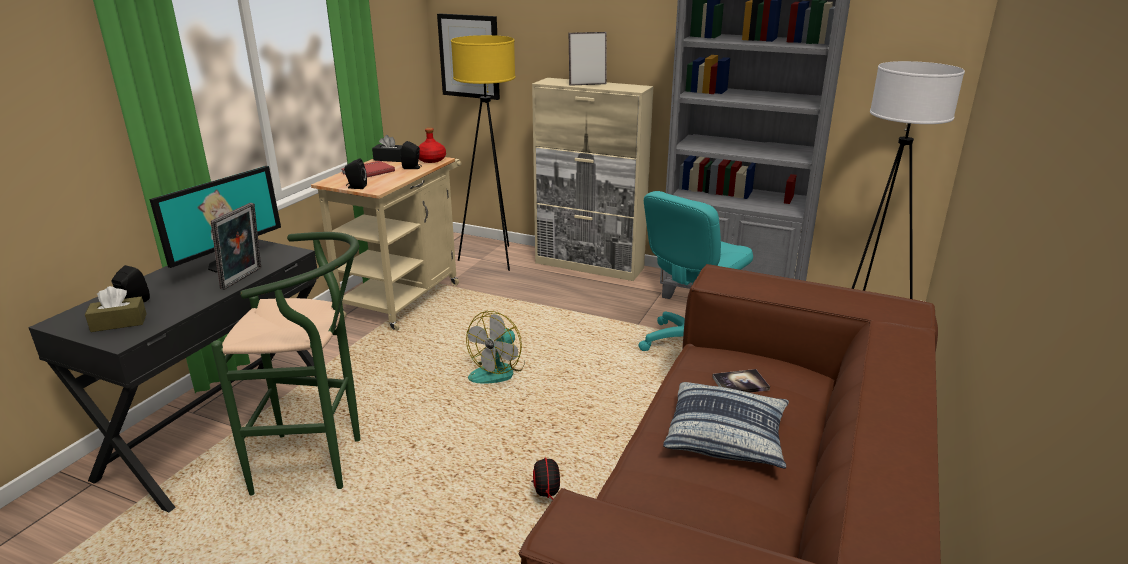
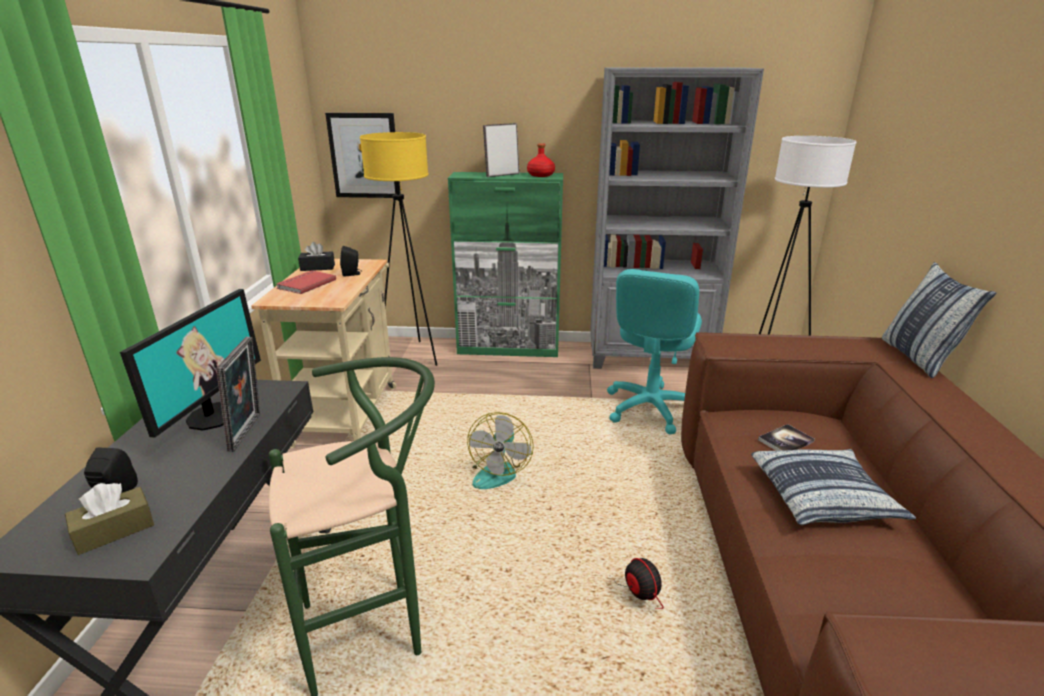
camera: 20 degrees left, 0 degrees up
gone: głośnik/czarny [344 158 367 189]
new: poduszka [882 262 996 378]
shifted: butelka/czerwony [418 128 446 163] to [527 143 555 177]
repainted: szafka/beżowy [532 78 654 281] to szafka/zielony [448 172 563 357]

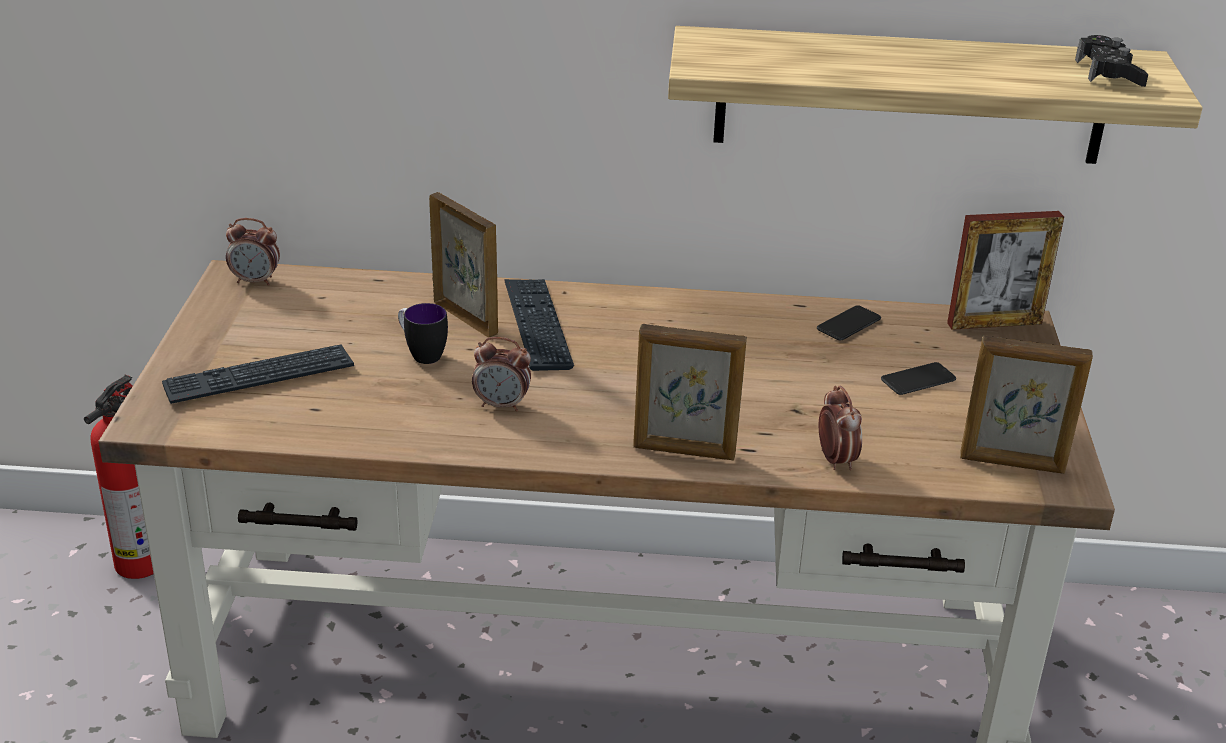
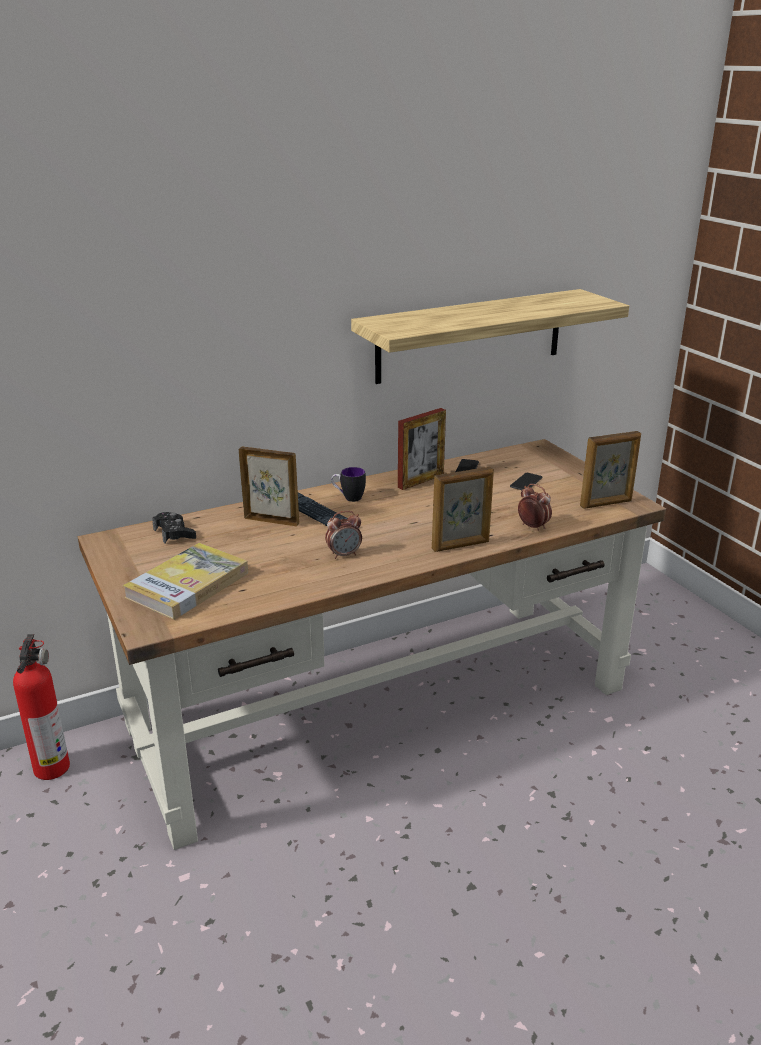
camera: 30 degrees left, 5 degrees down
gone: budzik [226 218 280 286]
shifted: kubek [398 303 448 364] to [331 467 366 502]; ramka na zdjęcie [947 211 1064 330] to [398 408 446 490]; pad do gier/czarny [1075 35 1148 87] to [152 512 196 543]
swapped: klawiatura [162 344 354 404] to książka [123 543 248 620]

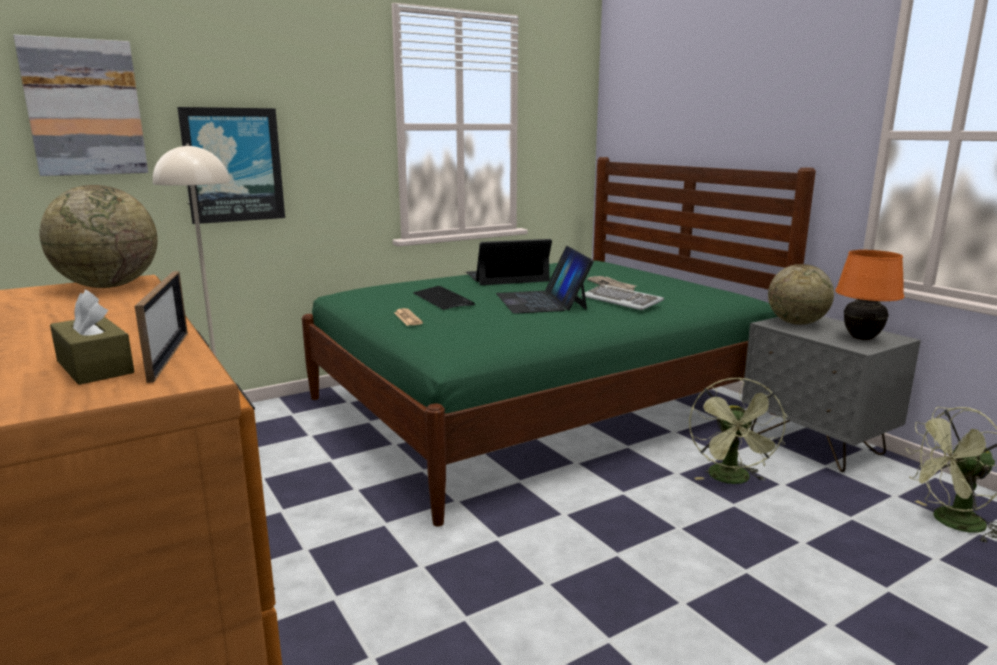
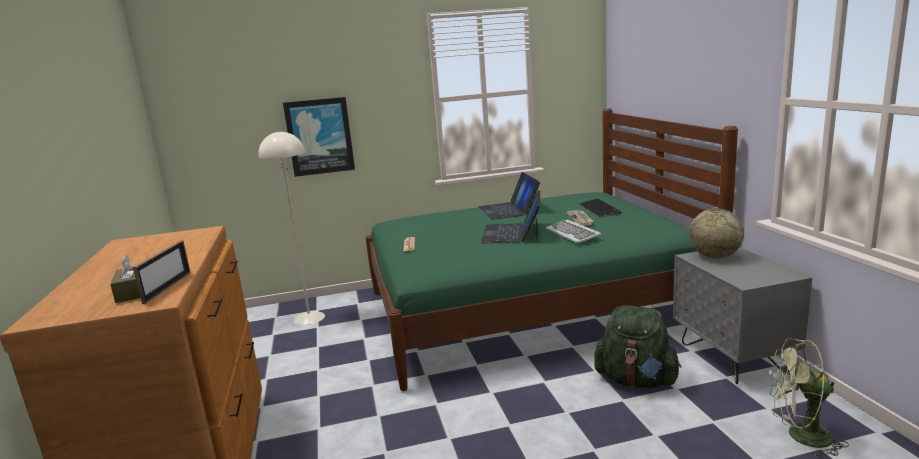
camera: 20 degrees right, 0 degrees up
gone: obraz [13 35 148 176]; globus [39 185 158 288]; lampa stołowa/pomarańczowy [835 250 904 340]
shifted: klawiatura [413 286 475 310] to [579 199 622 217]
swapped: wentylator/zielony [689 378 788 484] to plecak/zielony [594 305 681 388]
rotated: laptop [466 239 552 285] = [478 172 540 219] 105 degrees counterclockwise

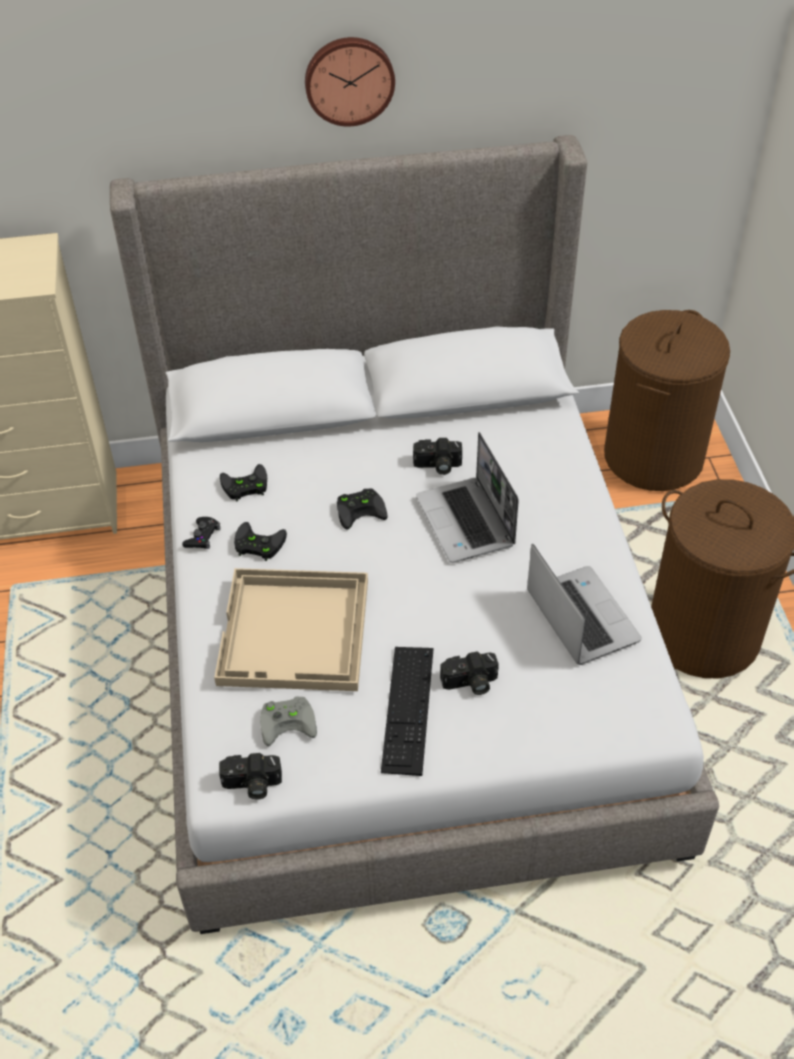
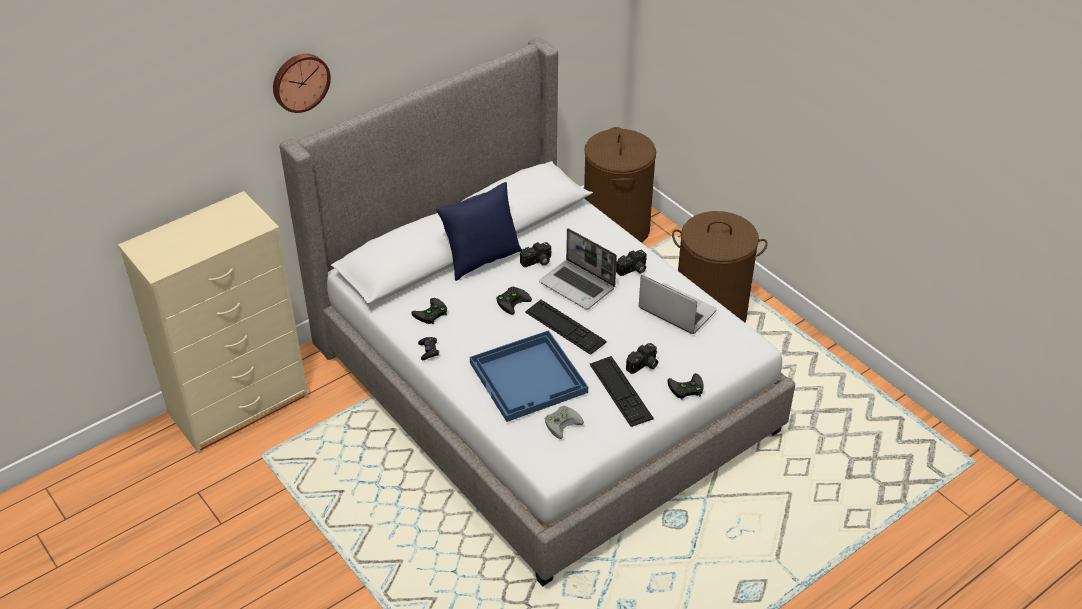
camera: 30 degrees left, 5 degrees down
new: poduszka/niebieski [436 182 522 281]; klawiatura [525 300 607 355]
shifted: aparat fotograficzny [219 753 282 799] to [616 250 647 276]; pad do gier/czarny [234 522 287 561] to [668 373 704 400]; zegar ścienny [305 37 395 127] to [273 54 331 113]
repainted: taca/beżowy [214 568 368 691] to taca/niebieski [470 330 588 422]

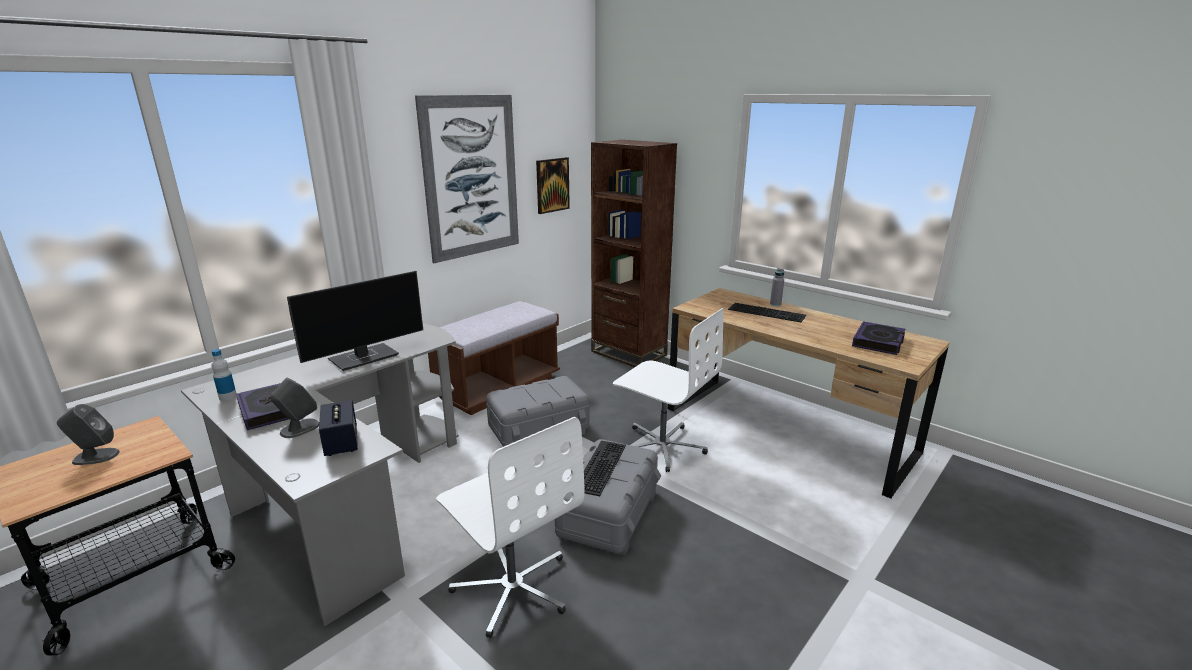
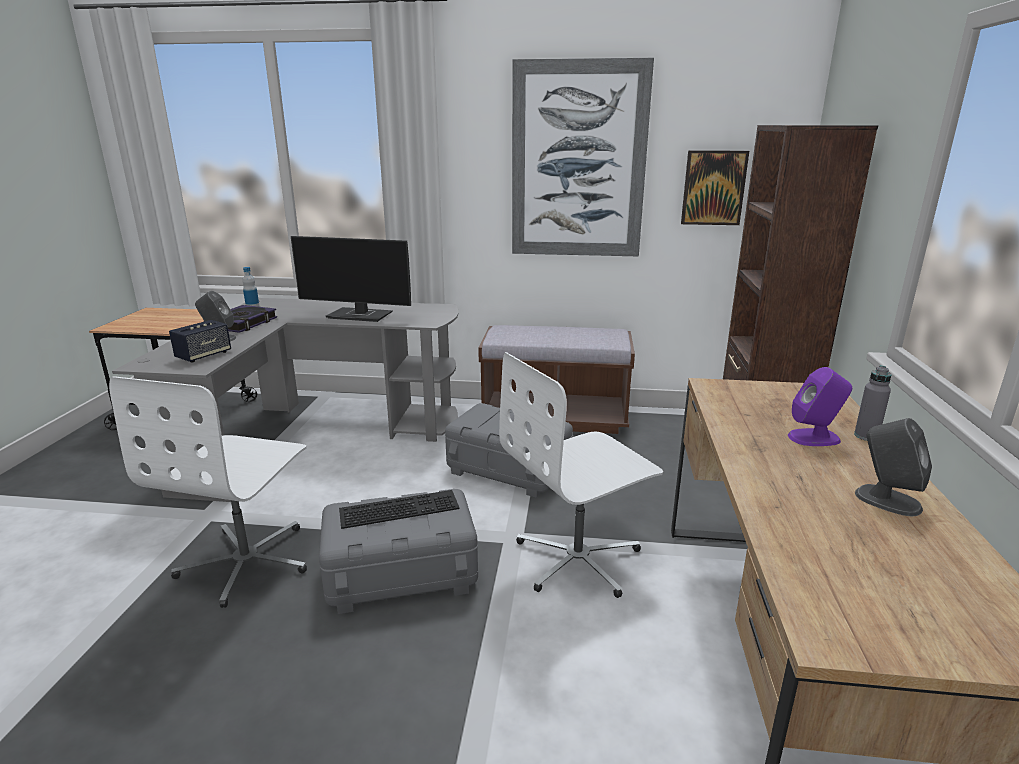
camera: 55 degrees right, 0 degrees up
gone: książka [852 321 905 355]
shifted: głośnik/szary [57 404 120 465] to [855 418 932 516]
swapped: klawiatura [728 303 806 322] to głośnik/fioletowy [788 367 852 446]
rotated: krzesło biurowe/biały [613 308 724 472] = [499 352 663 598] 60 degrees clockwise

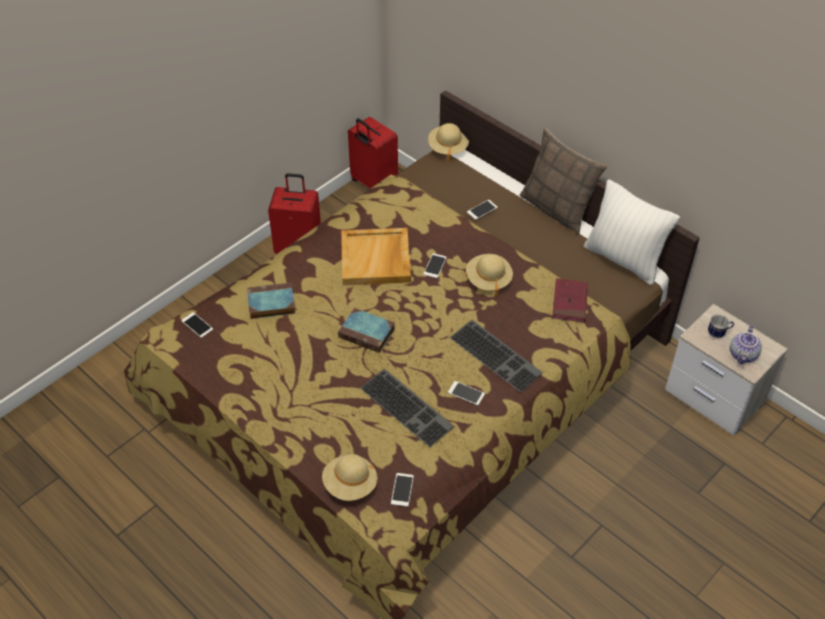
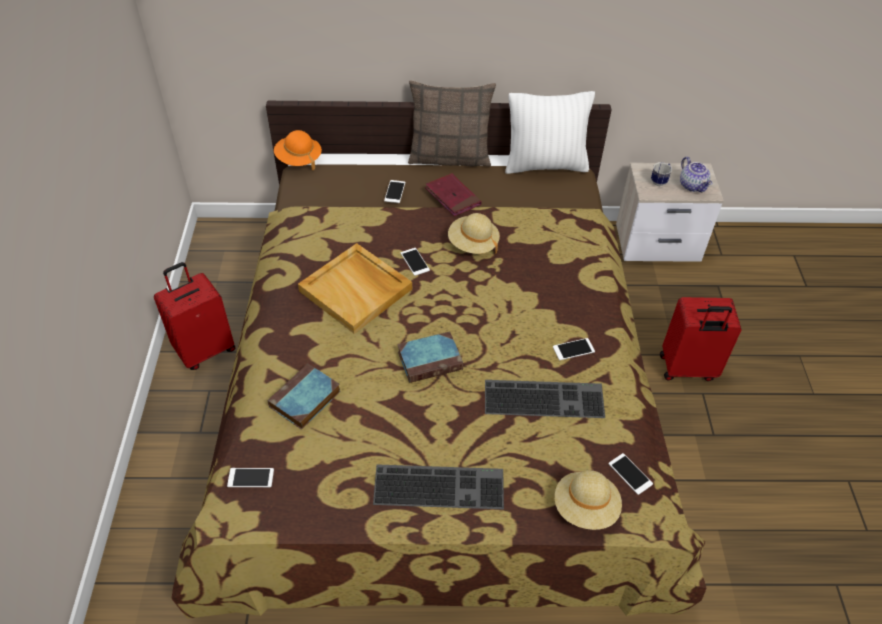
camera: 45 degrees left, 0 degrees up
shifted: walizka/czerwony [348 117 398 189] to [660 297 741 381]; klawiatura [450 320 543 392] to [373 464 504 509]; książka/czerwony [552 278 588 322] to [425 173 482 217]
repainted: kapelusz/beżowy [428 123 469 162] to kapelusz/pomarańczowy [274 130 322 170]

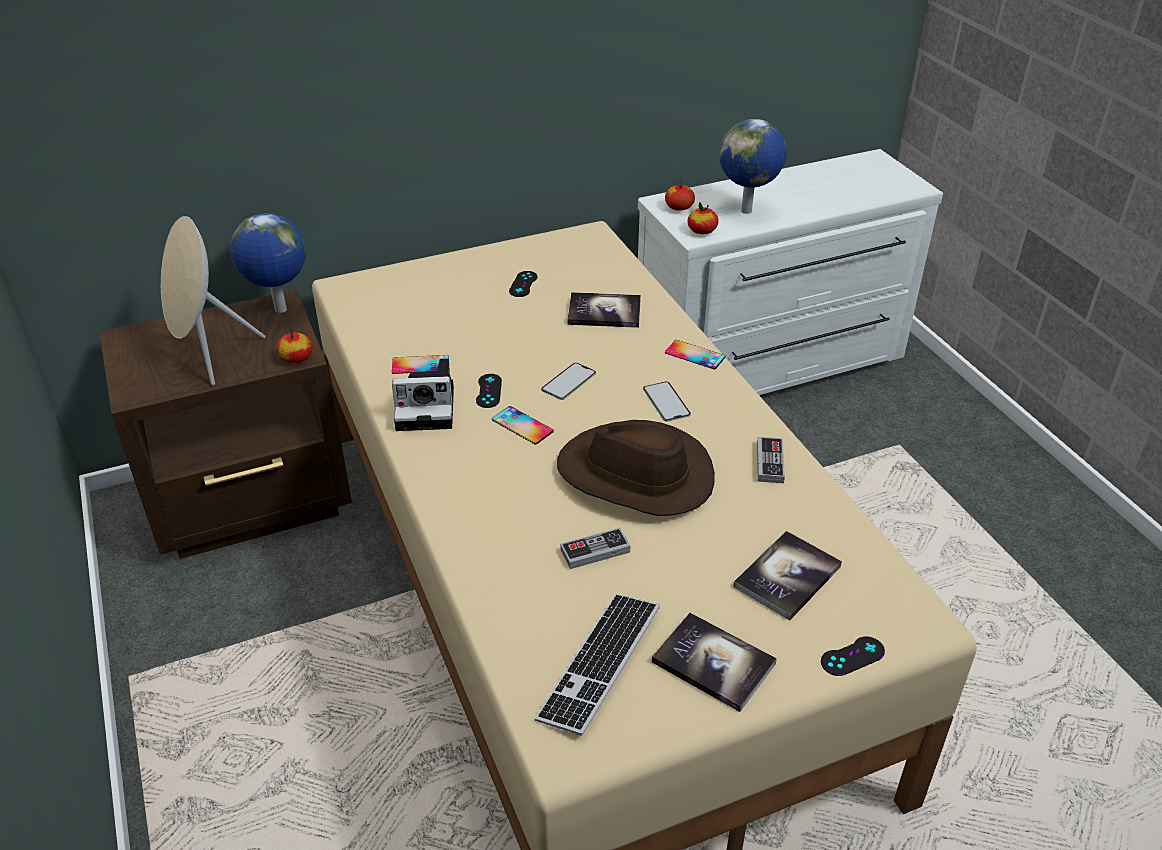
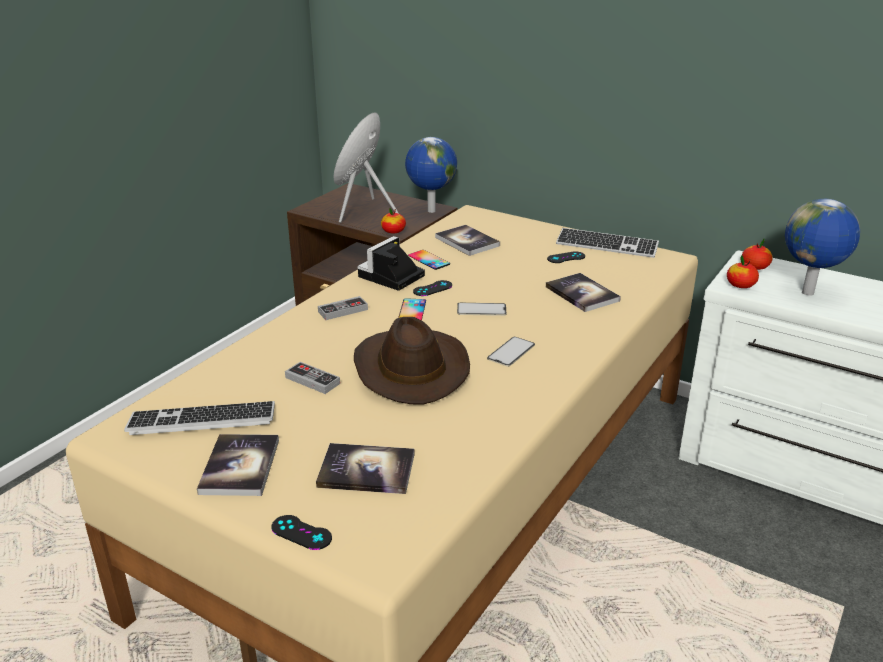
camera: 55 degrees right, 10 degrees down
gone: telefon [665 340 725 370]
new: książka [435 225 500 256]; klawiatura [556 228 659 258]
shifted: pad do gier [757 437 785 483] to [318 296 368 320]
rotated: aparat fotograficzny [392 358 454 431] = [358 236 425 291] 75 degrees clockwise

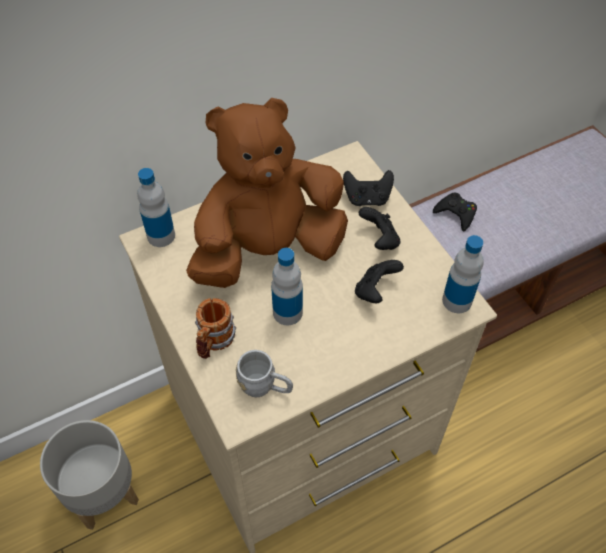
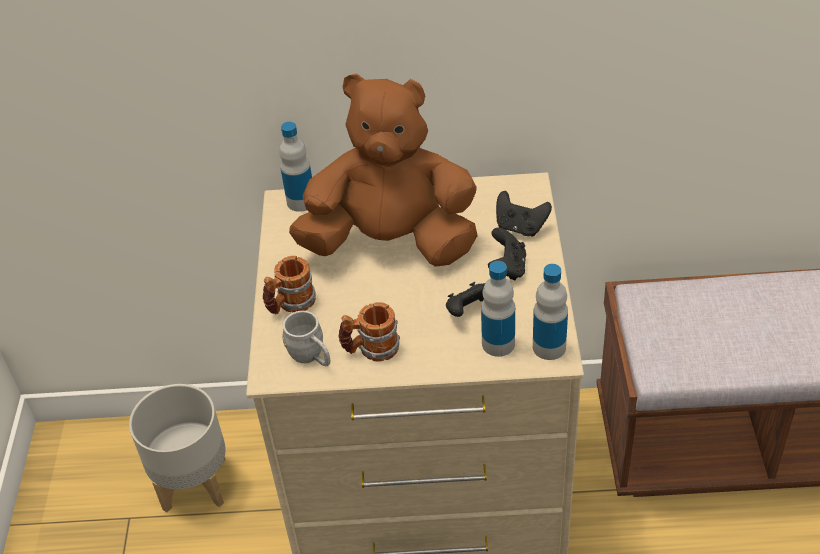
camera: 30 degrees right, 10 degrees down
gone: pad do gier/czarny [433 192 477 231]
new: kubek [339 302 400 362]
shifted: butelka [271 248 303 325] to [481 261 515 357]

